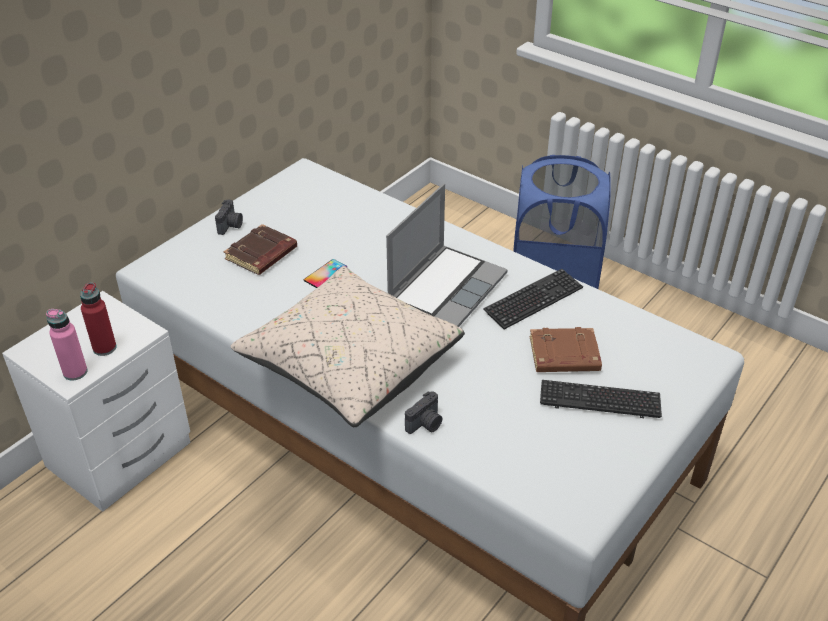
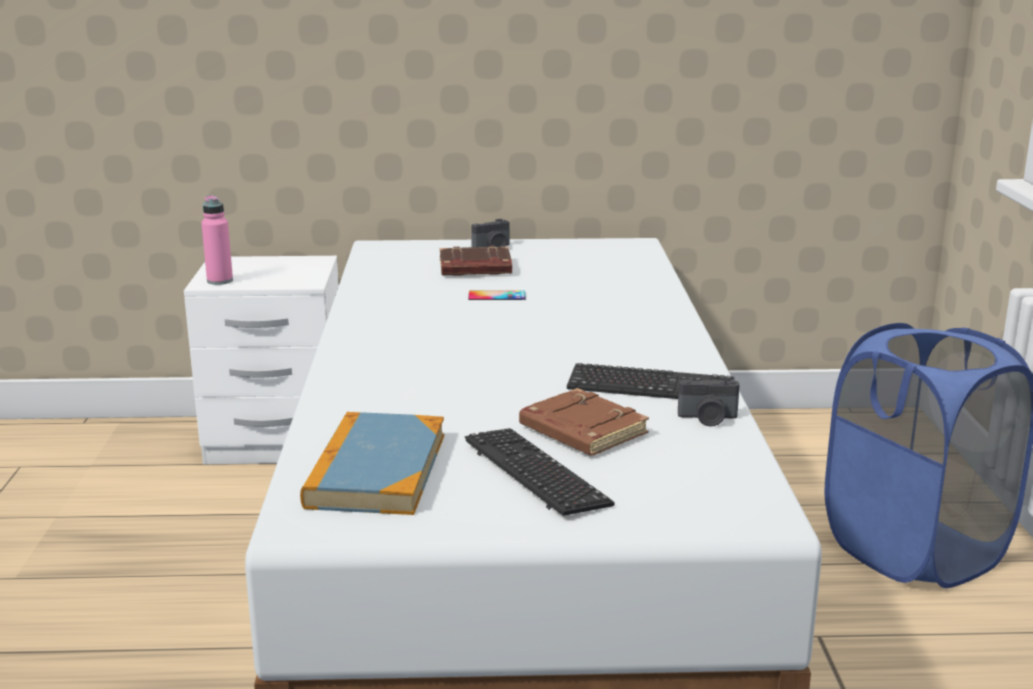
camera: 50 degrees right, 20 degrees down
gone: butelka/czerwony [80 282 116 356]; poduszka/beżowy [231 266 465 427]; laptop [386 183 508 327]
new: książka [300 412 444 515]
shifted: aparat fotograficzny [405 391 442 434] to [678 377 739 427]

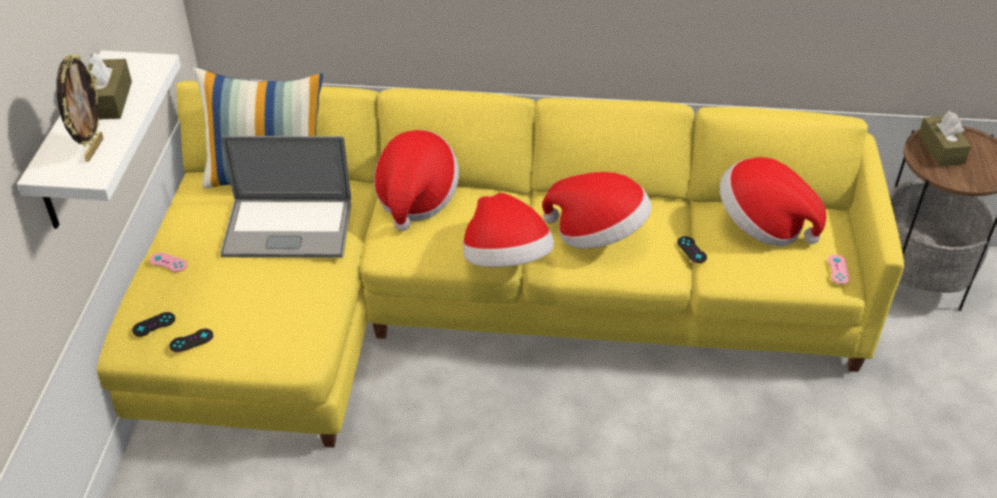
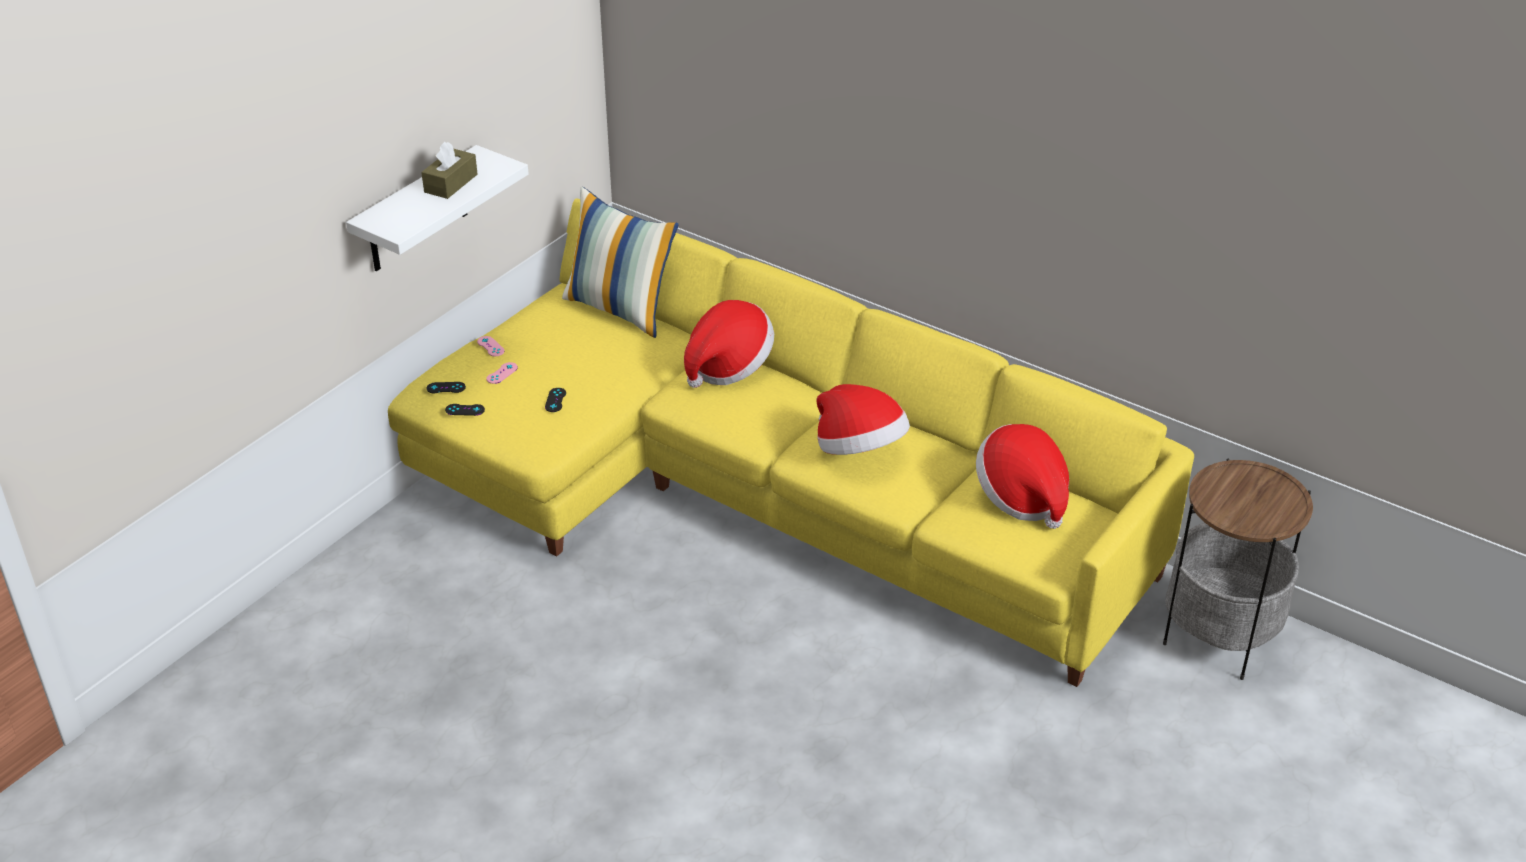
camera: 30 degrees right, 5 degrees down
gone: ramka na zdjęcie [56 53 103 162]; laptop [220 136 351 258]; kapelusz [463 193 554 267]; pudełko chusteczek/brązowy [918 111 971 166]
shifted: pad do gier/czarny [677 236 707 263] to [545 388 566 412]; pad do gier/różowy [828 255 849 284] to [486 362 518 384]

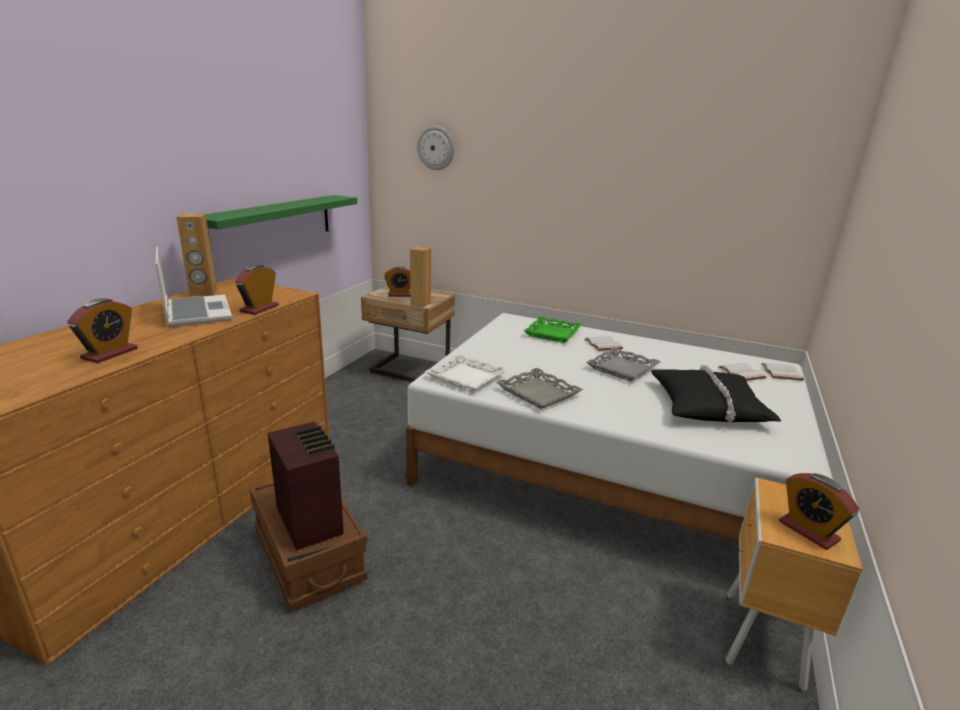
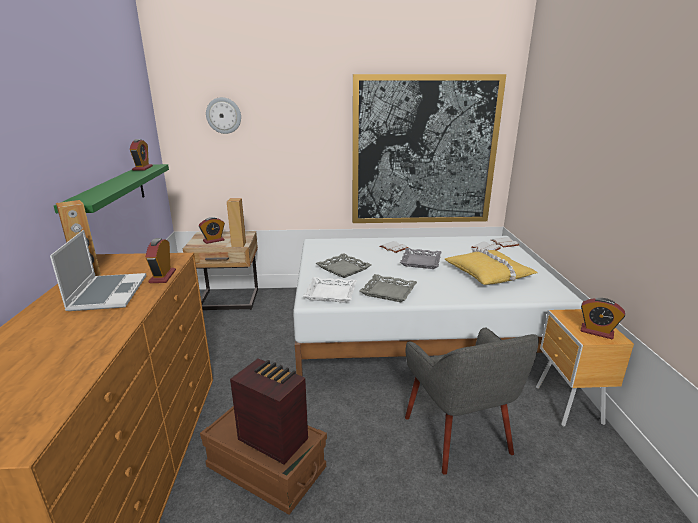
camera: 25 degrees left, 0 degrees up
gone: taca/zielony [524 316 582 343]
new: taca/szary [316 253 372 278]; obraz [352 74 506 223]; fotel/szary [405 327 539 475]
shifted: budzik [67 298 138 363] to [130 139 153 171]
repainted: poduszka/czarny [651 364 781 422] to poduszka/żółty [445 248 537 285]
rotated: laptop [155 247 232 327] = [50 230 146 311] 45 degrees clockwise

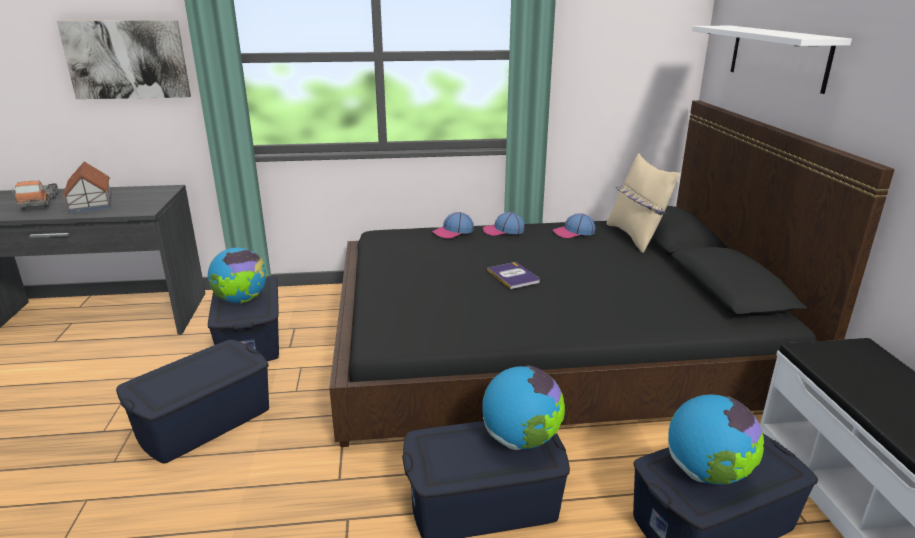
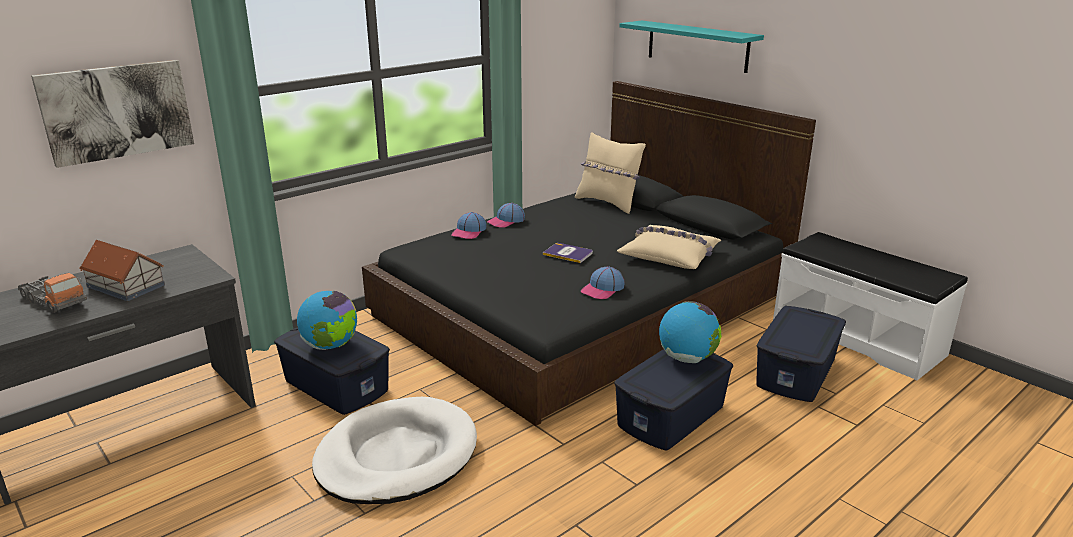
camera: 35 degrees left, 0 degrees up
gone: globus [668 395 764 485]
new: poduszka/beżowy [617 225 721 269]
shifted: czapka z daszkiem [552 213 595 238] to [581 267 625 299]
swapped: pojemnik do przechowywania/niebieski [116 340 269 464] to legowisko/biały [312 397 477 504]
repainted: półka/biały [692 26 852 94] to półka/turkusowy [619 21 764 73]

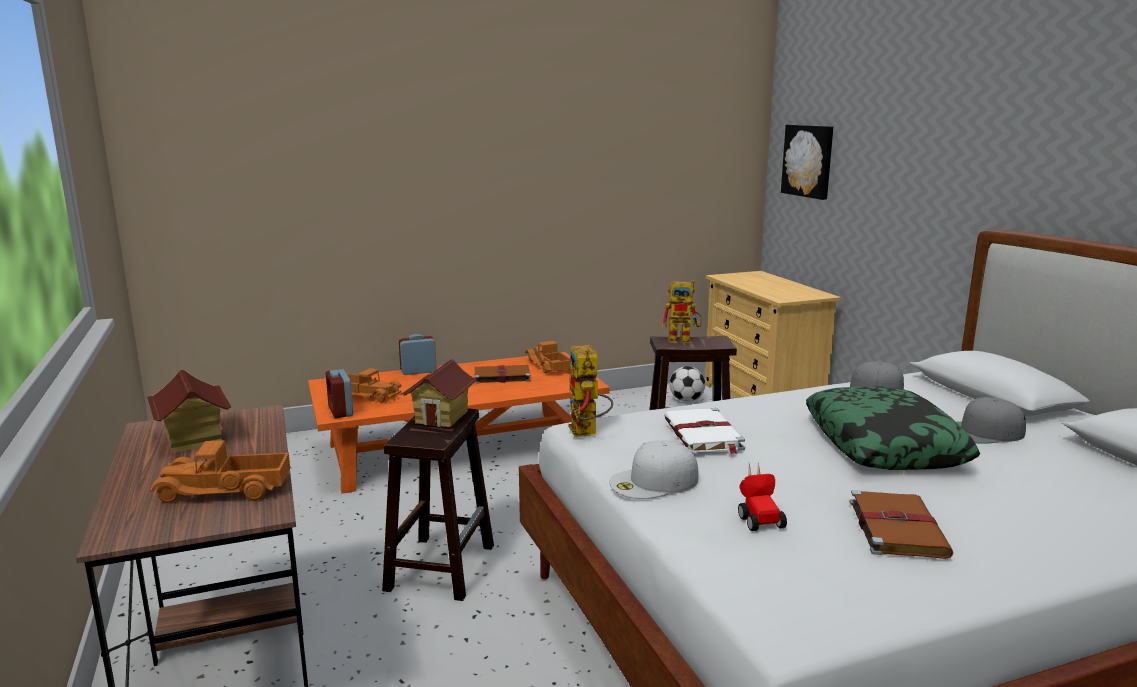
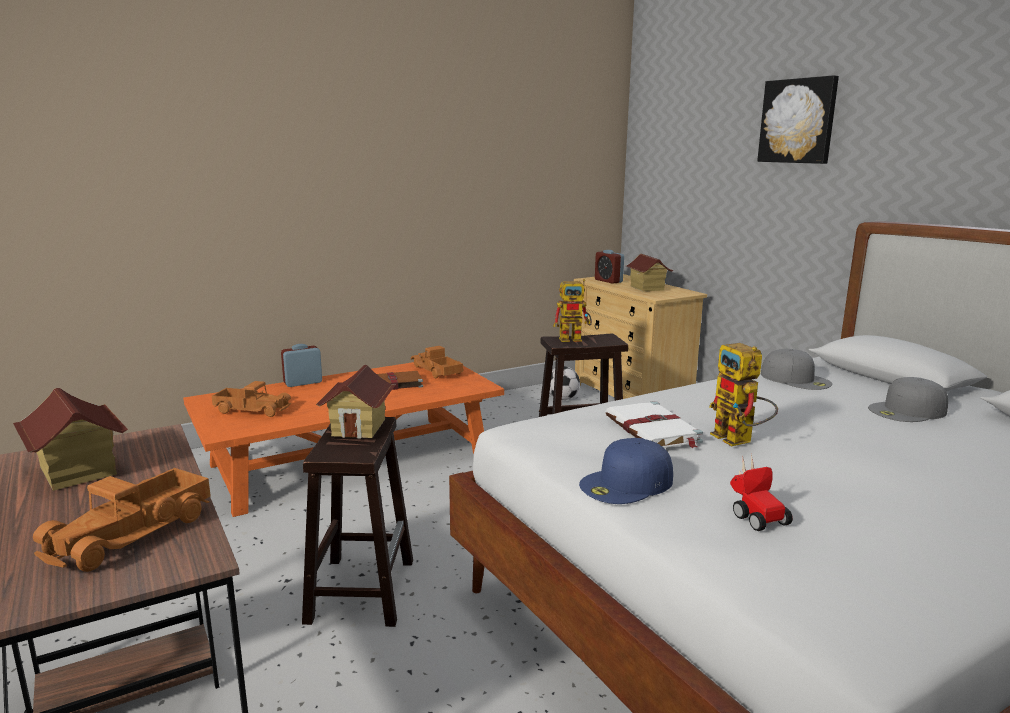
camera: 10 degrees left, 0 degrees up
gone: poduszka [806 387 980 470]; książka/brązowy [850 490 953 559]
new: domek [626 254 674 291]
shifted: budzik [326 369 353 418] to [595 250 624 284]; robot zabawkowy [568 345 613 437] to [709 343 778 446]; obraz [781 125 833 200] to [757 75 839 164]
repainted: czapka z daszkiem/biały [609 440 699 499] to czapka z daszkiem/niebieski [579 438 673 504]
rotated: ciężarówka zabawkowa [150 440 290 503] = [33 468 211 572] 45 degrees counterclockwise

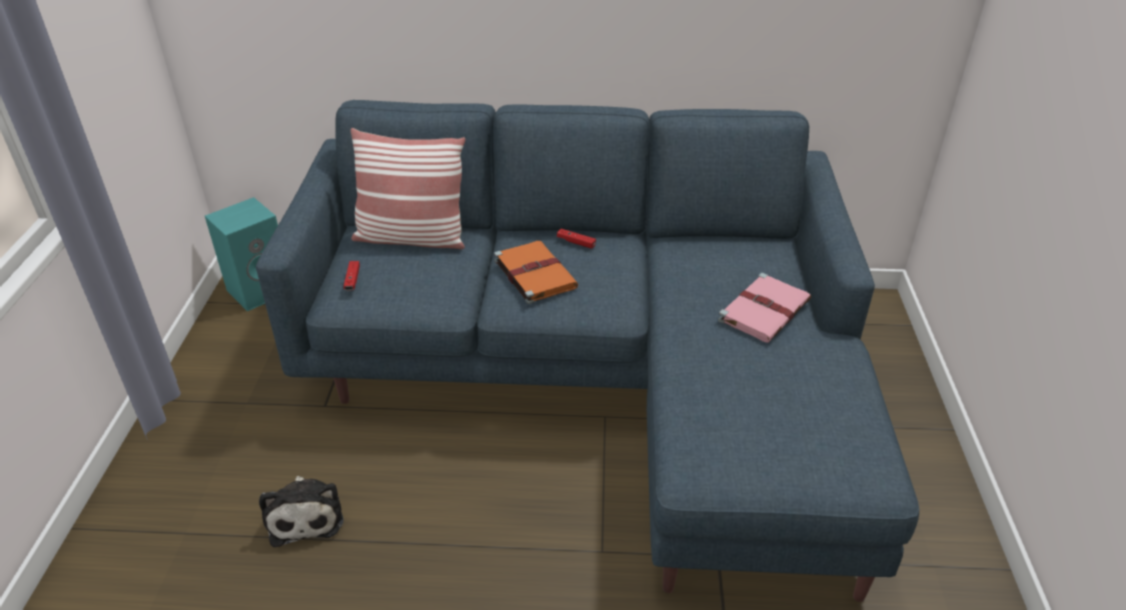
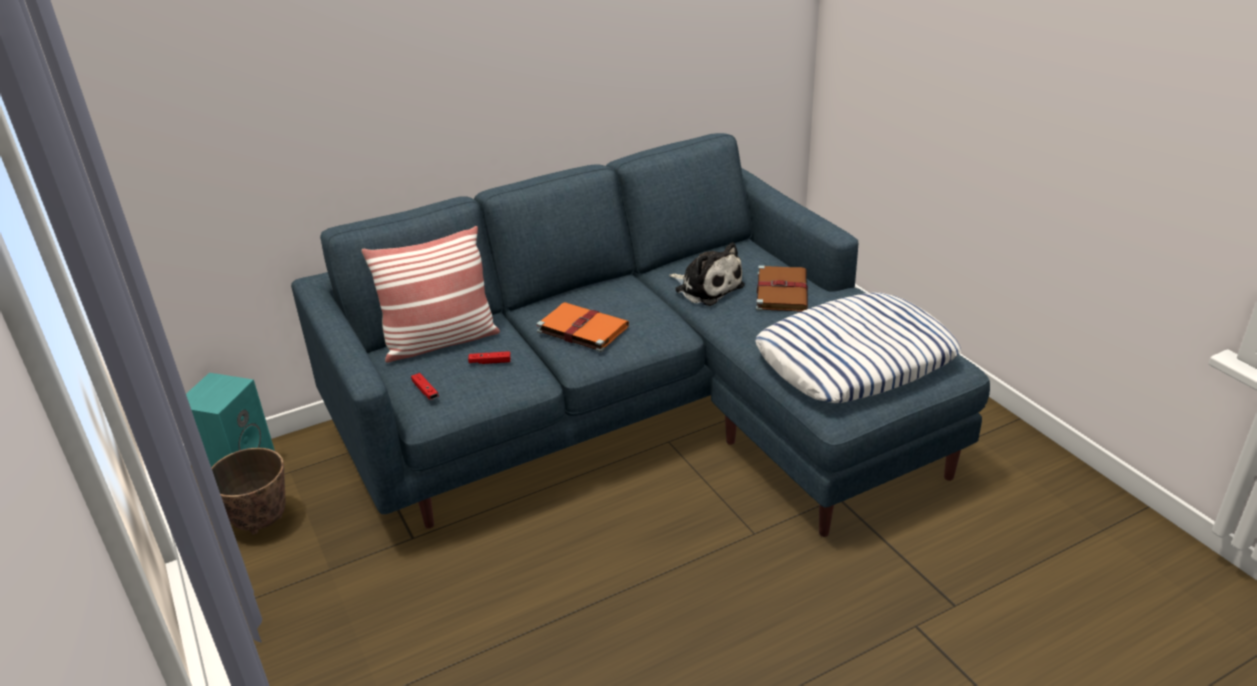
camera: 30 degrees left, 5 degrees down
new: donica [211 448 286 535]; poduszka [755 292 961 403]
shifted: pluszak [259 476 343 547] to [669 243 745 306]; pad do gier/czerwony [557 229 596 249] to [468 351 511 364]
repainted: książka/różowy [718 273 811 343] to książka/brązowy [756 265 808 312]

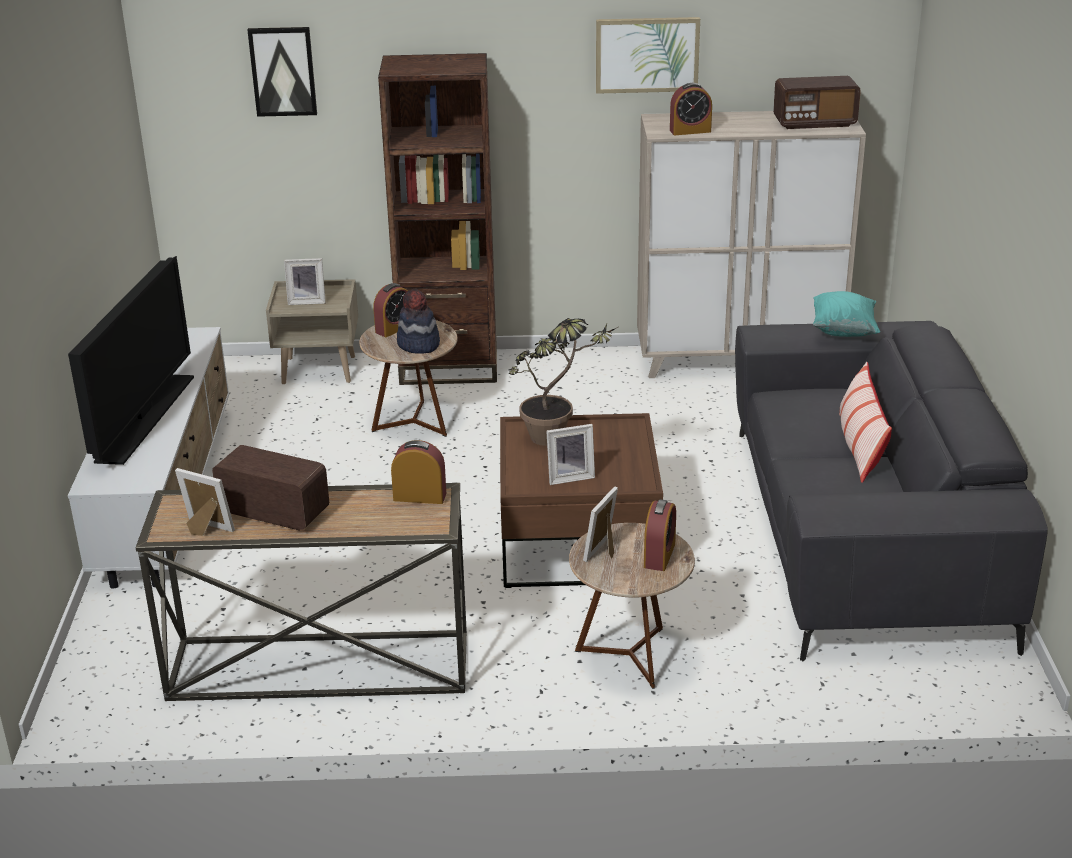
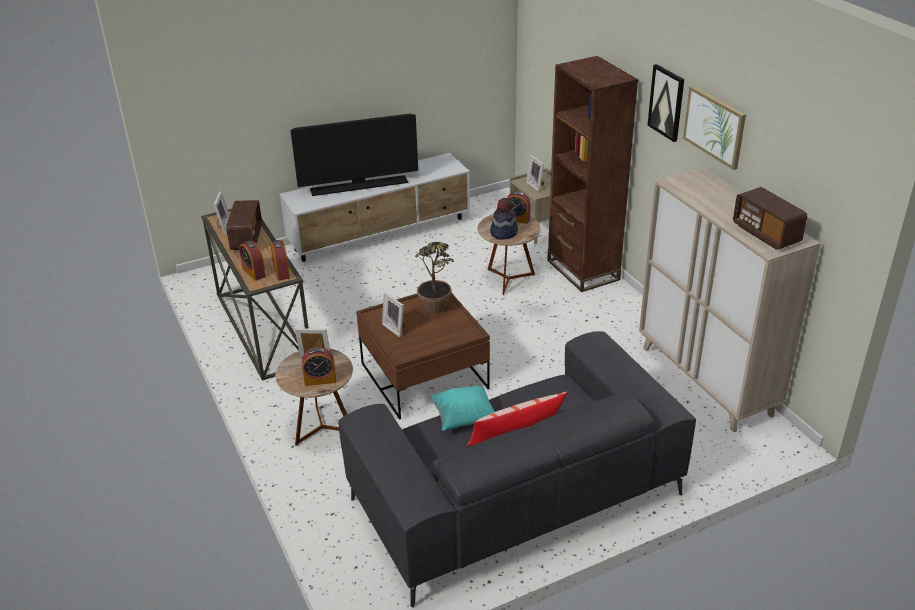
camera: 65 degrees right, 5 degrees up
shifted: obraz [248 27 317 117] to [648 64 684 142]; budzik [670 83 712 135] to [239 241 266 281]; poduszka/turkusowy [813 291 880 337] to [430 386 495 431]

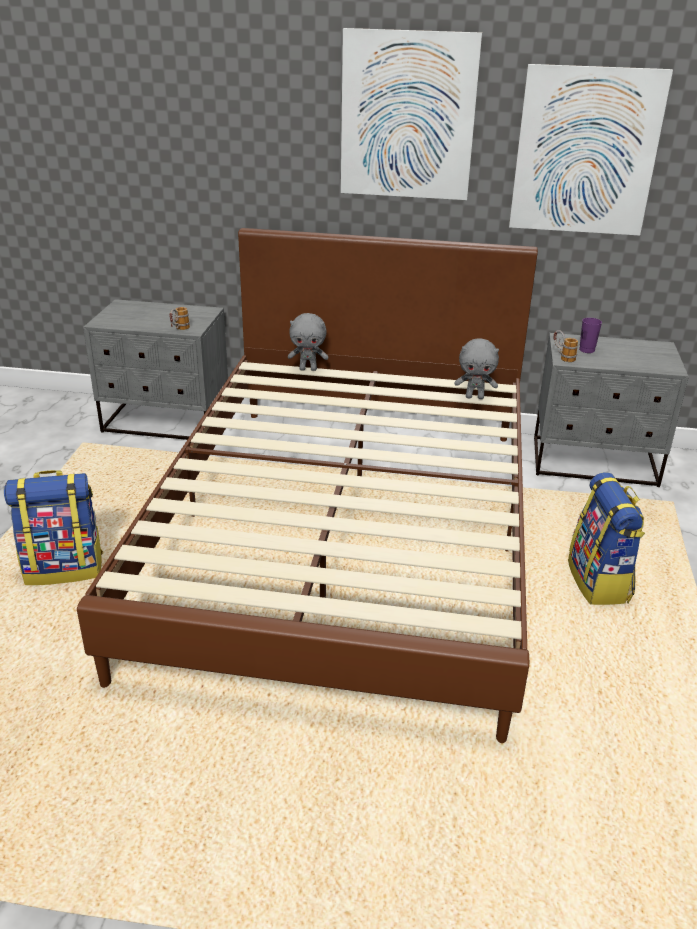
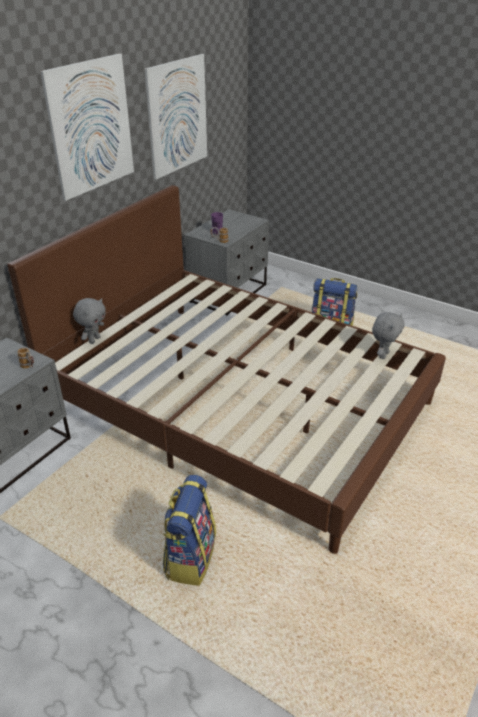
camera: 65 degrees left, 5 degrees up
shifted: pluszak/szary [455 338 499 399] to [372 312 404 359]

